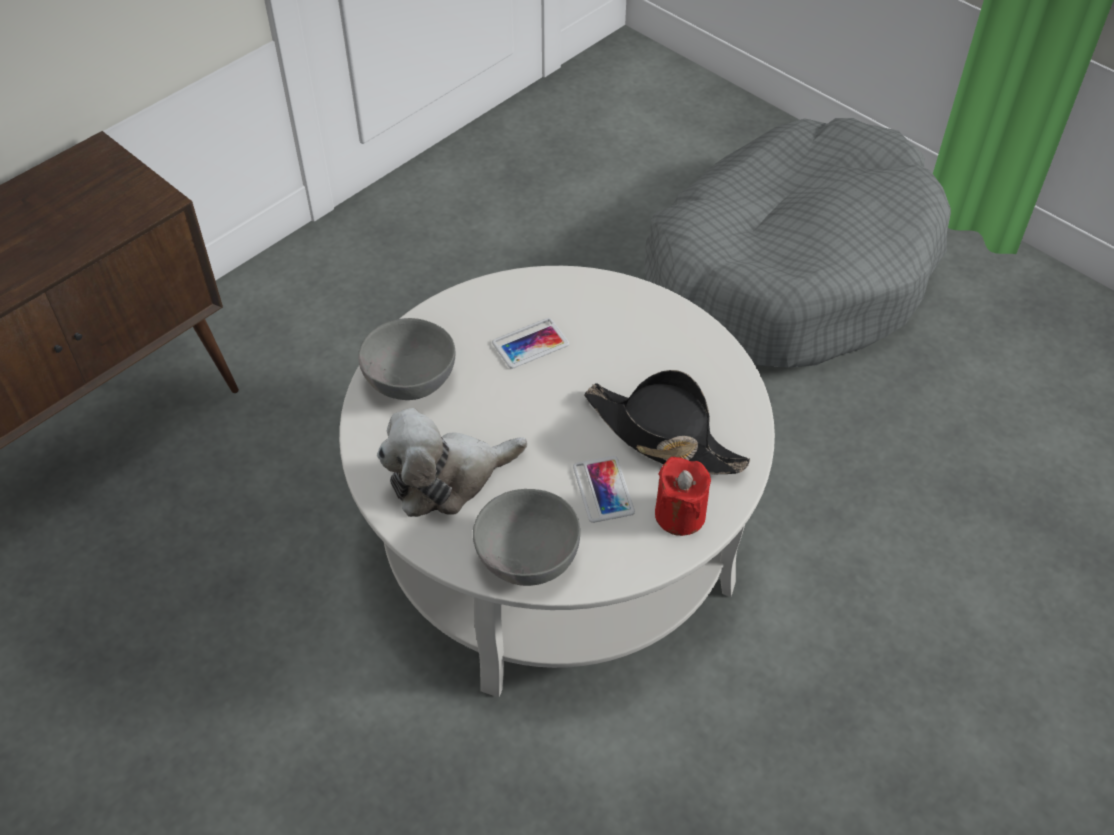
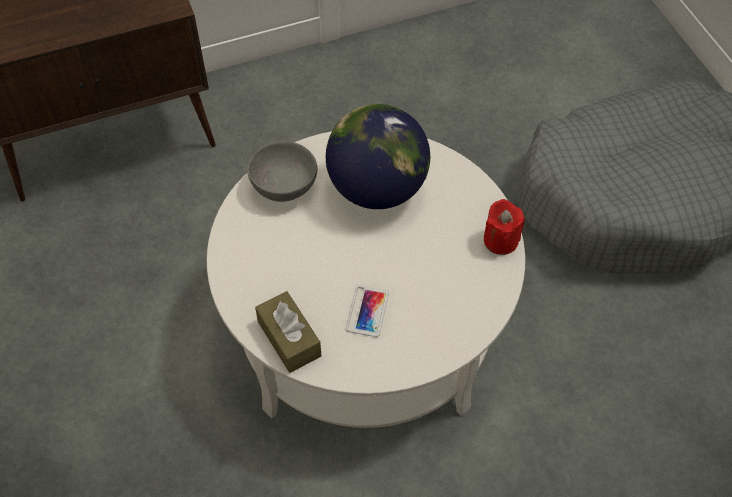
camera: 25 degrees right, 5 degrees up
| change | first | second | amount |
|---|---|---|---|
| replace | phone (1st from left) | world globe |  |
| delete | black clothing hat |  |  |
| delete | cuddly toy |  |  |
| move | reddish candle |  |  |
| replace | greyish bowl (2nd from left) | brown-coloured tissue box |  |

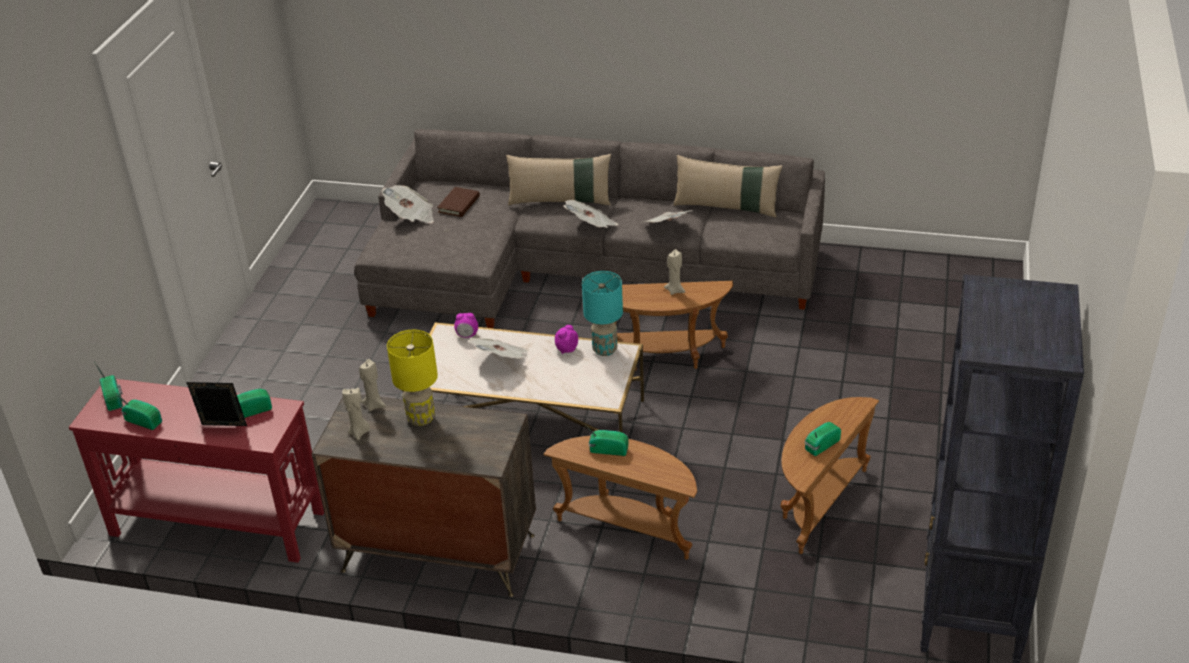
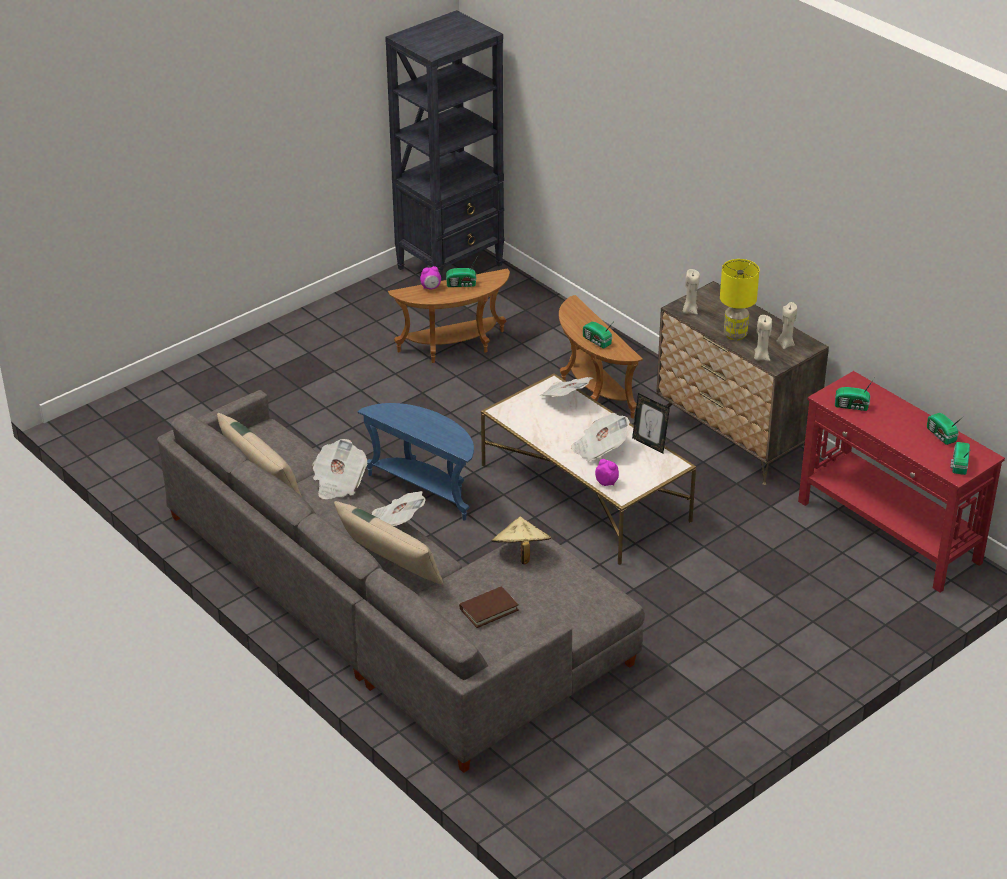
camera: 145 degrees left, 0 degrees up
| change | first | second | amount |
|---|---|---|---|
| move | daily paper (1st from left in the first image) | daily paper (3rd from left) |  |
| move | beige-coloured candle (3rd from left in the first image) | beige-coloured candle (1st from left) |  |
| delete | blue-green tabletop lamp |  |  |
| recolor | brown-coloured side table (2nd from left) | bluish side table |  |
| move | bedside clock (2nd from left in the first image) | bedside clock (1st from left) |  |
| move | standing frame |  |  |
| insert |  | beige-coloured clothing hat |  |

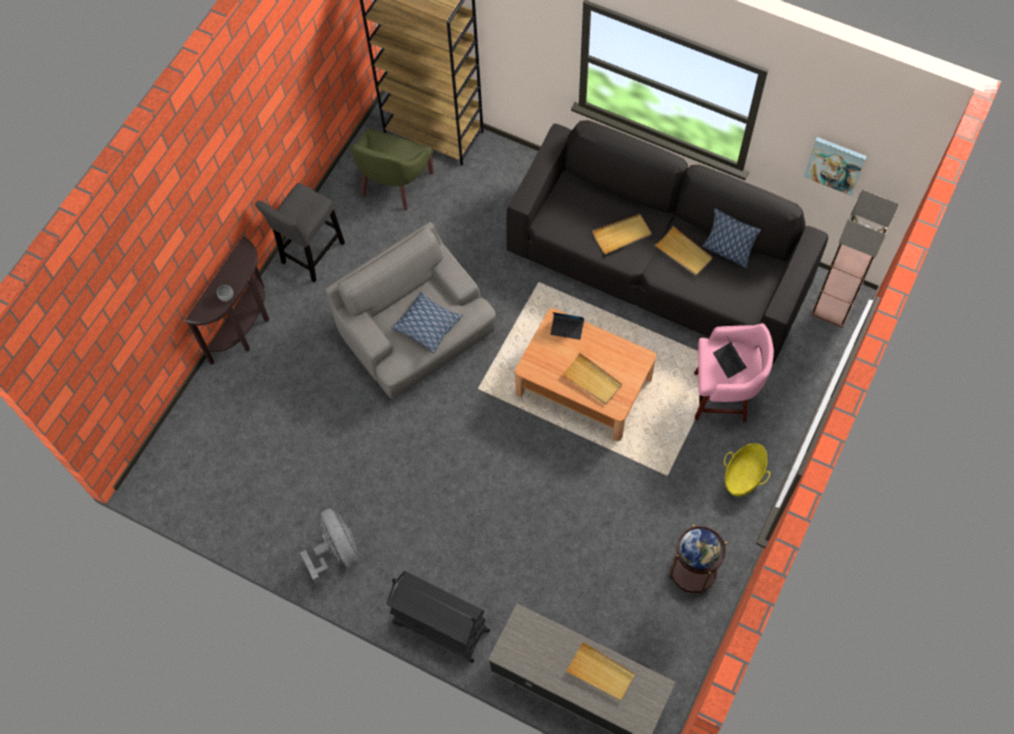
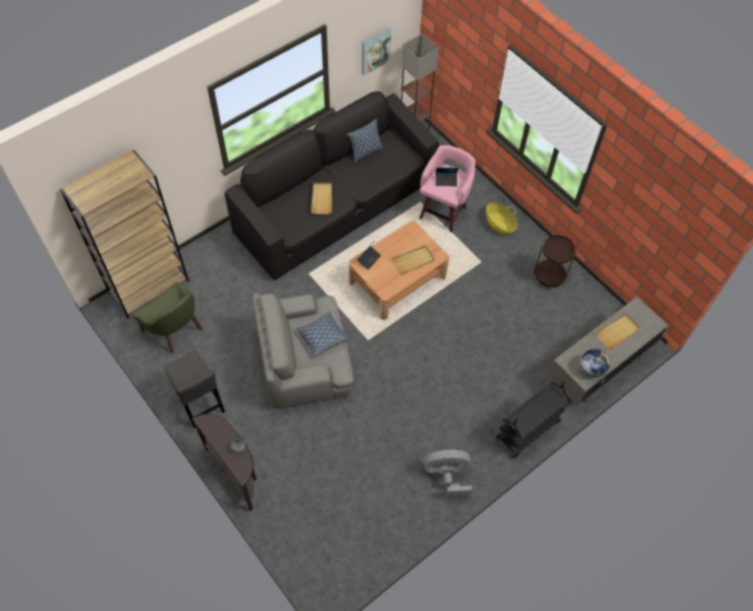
camera: 70 degrees left, 5 degrees down
| change | first | second | amount |
|---|---|---|---|
| delete | beige-coloured serving tray (4th from left) |  |  |
| move | world globe |  |  |

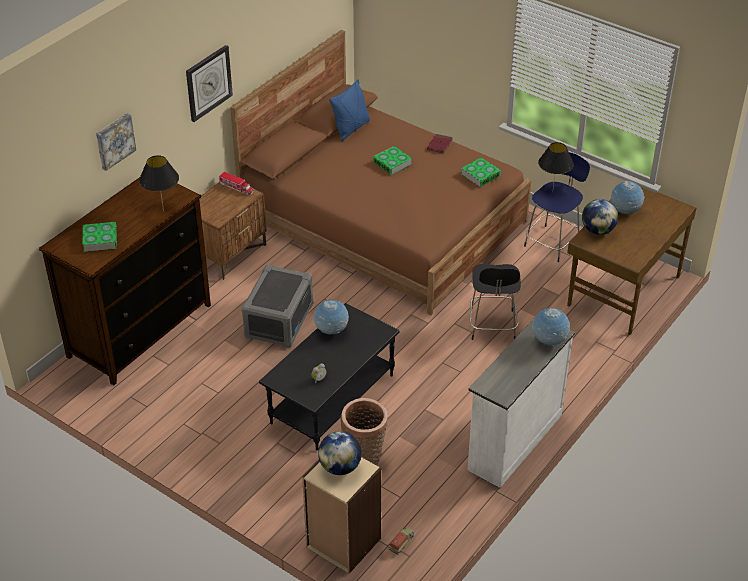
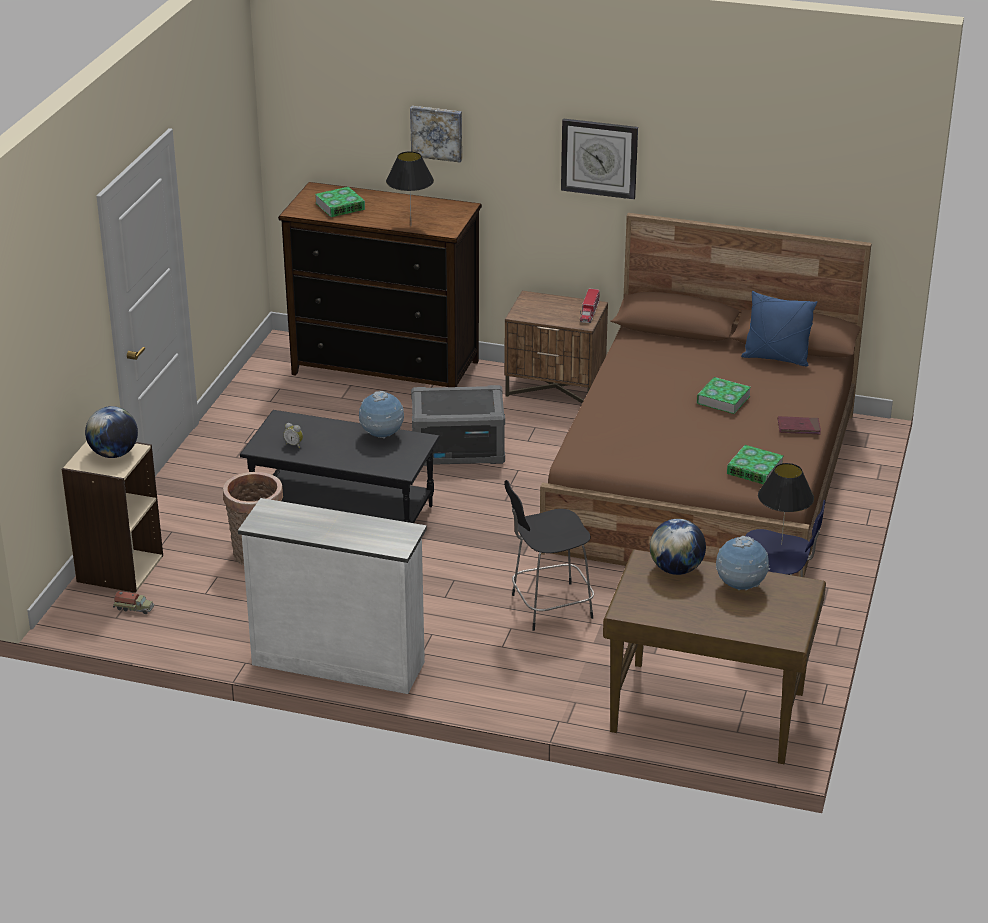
camera: 70 degrees right, 10 degrees down
| change | first | second | amount |
|---|---|---|---|
| delete | world globe (3rd from left) |  |  |

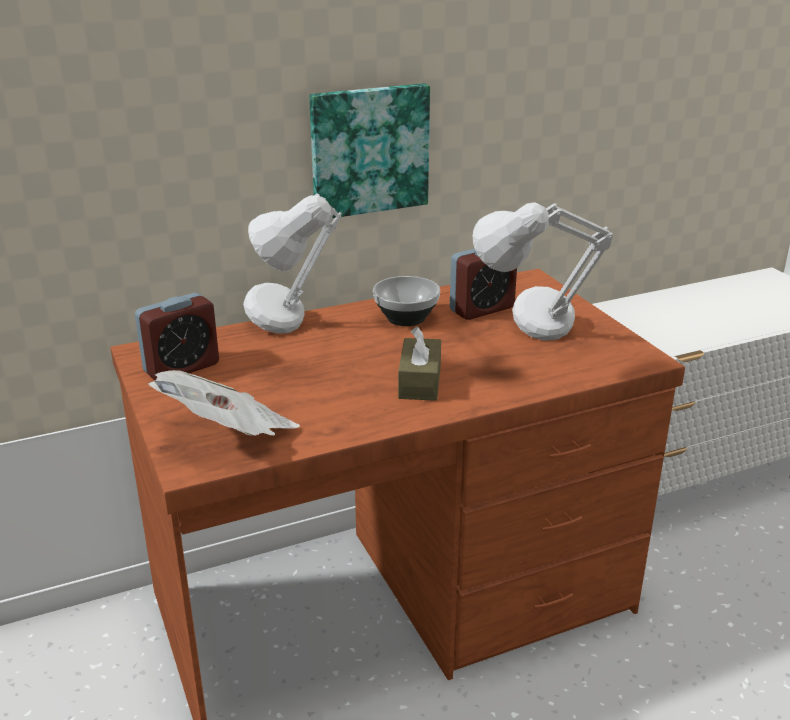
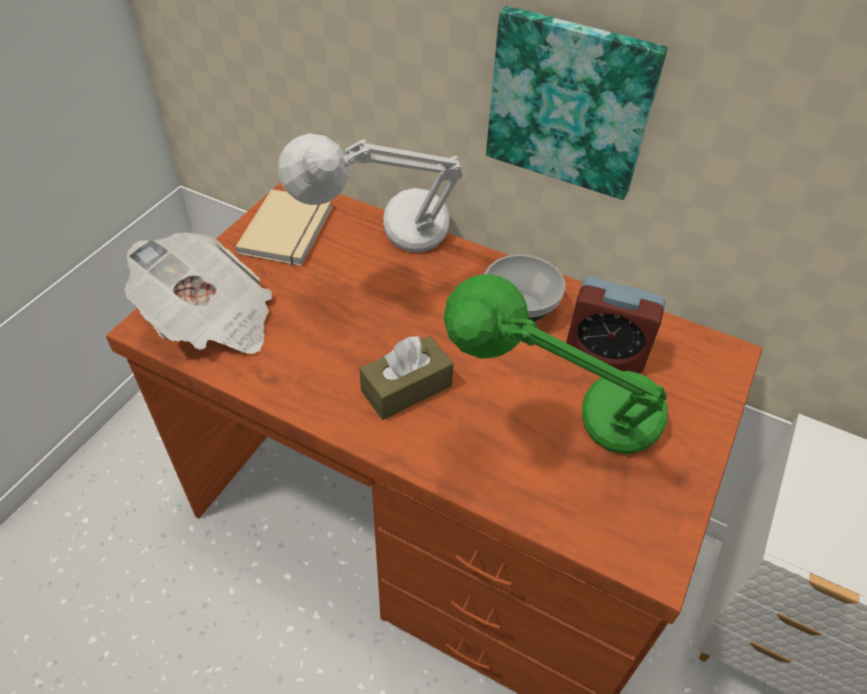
camera: 50 degrees right, 20 degrees up
| change | first | second | amount |
|---|---|---|---|
| recolor | greyish tabletop lamp (2nd from left) | greenish tabletop lamp |  |
| replace | bedside clock (1st from left) | beige-coloured book |  |

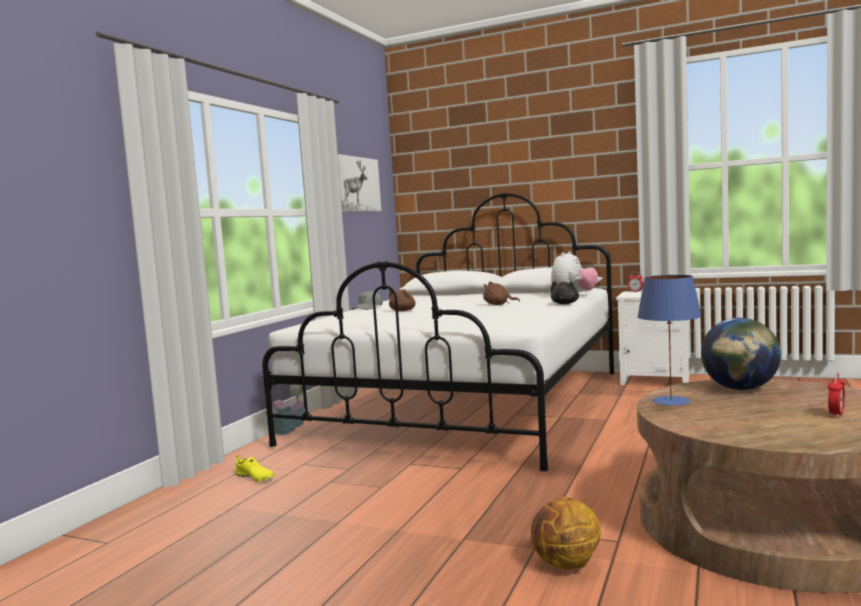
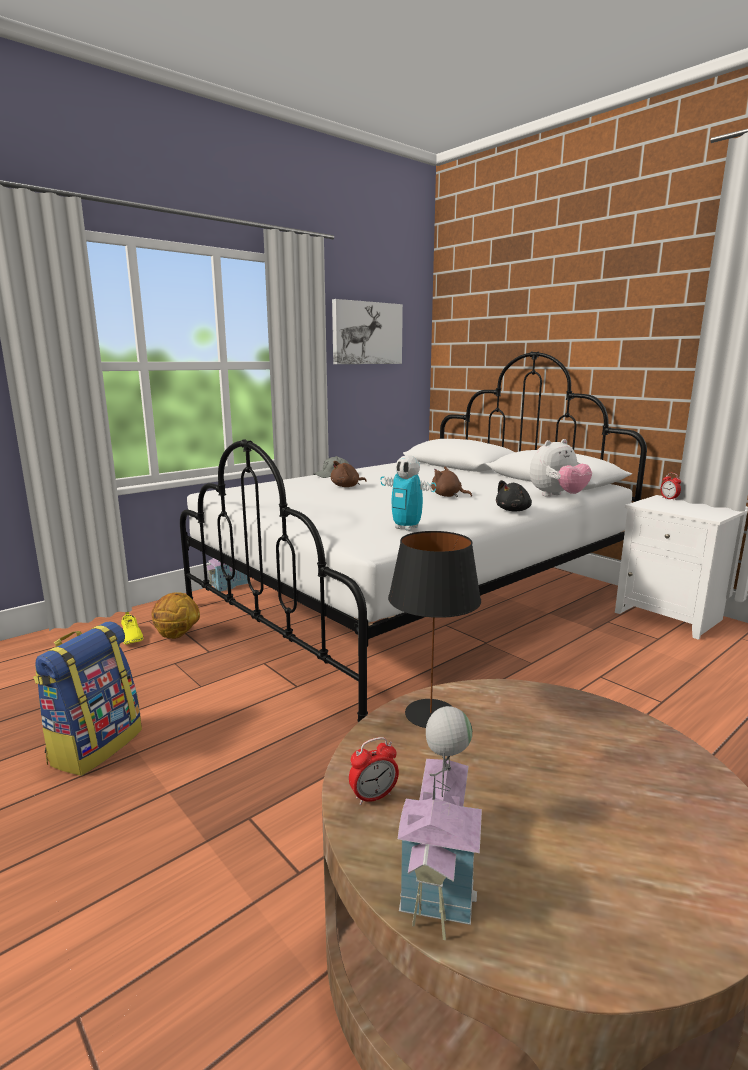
camera: 25 degrees right, 10 degrees up
| change | first | second | amount |
|---|---|---|---|
| recolor | bluish tabletop lamp | black tabletop lamp |  |
| delete | world globe |  |  |
| move | bedside clock (2nd from left in the first image) | bedside clock (1st from left) |  |
| move | basketball |  |  |
| insert |  | robot figure |  |
| insert |  | knapsack |  |
| insert |  | miniature house (2nd from left) |  |

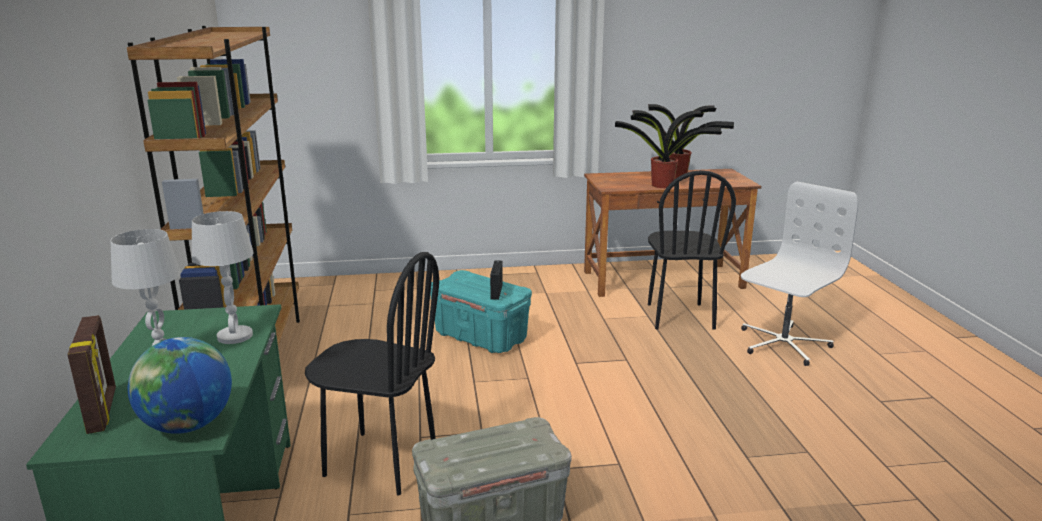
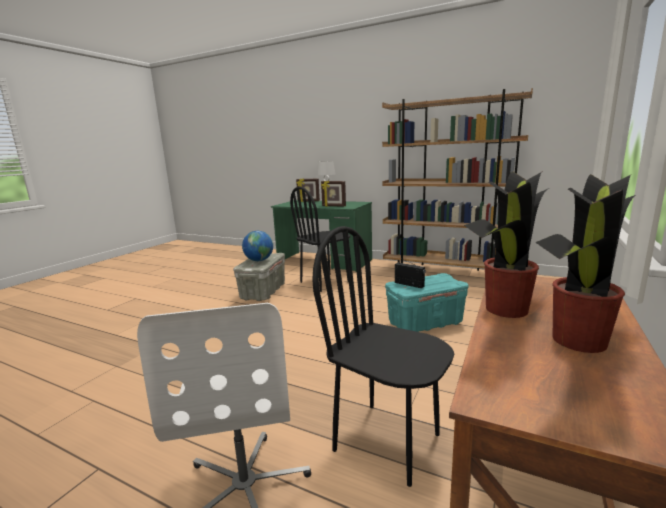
camera: 125 degrees right, 5 degrees down
| change | first | second | amount |
|---|---|---|---|
| replace | whitish tabletop lamp (2nd from left) | standing frame (2nd from left) |  |
| move | world globe |  |  |

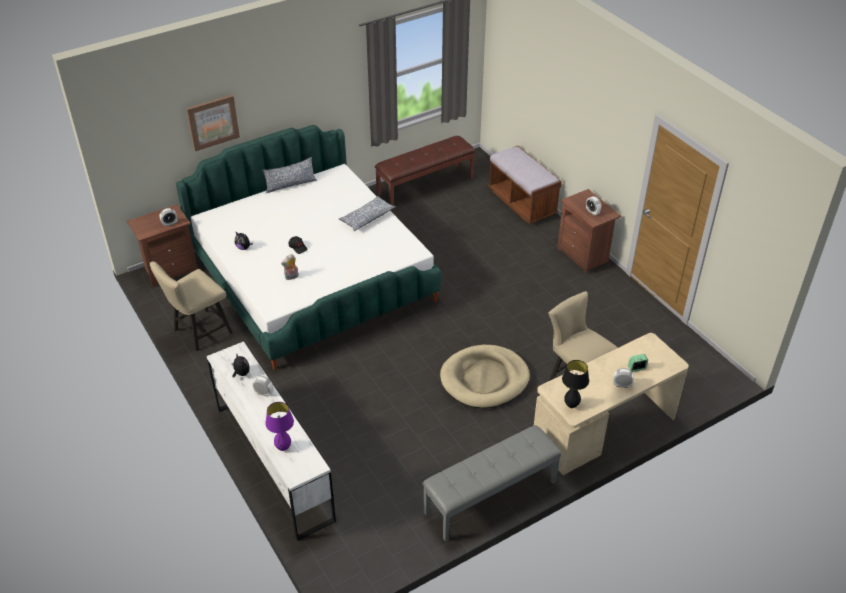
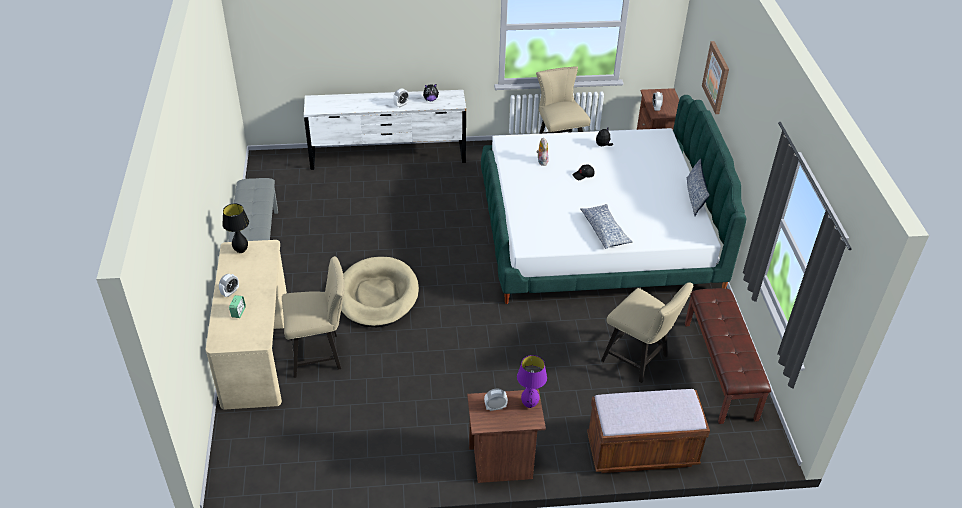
camera: 115 degrees right, 0 degrees up
| change | first | second | amount |
|---|---|---|---|
| move | purplish tabletop lamp |  |  |
| insert |  | beige-coloured chair (3rd from left) |  |

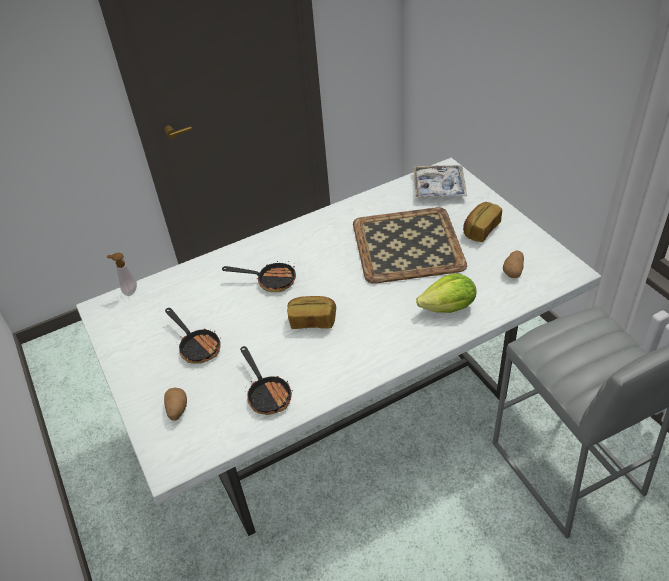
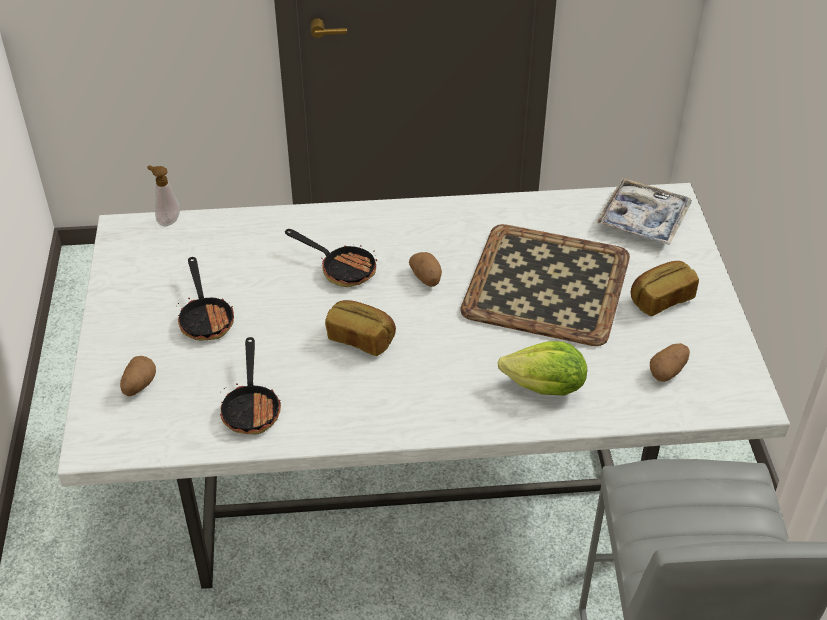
camera: 20 degrees right, 0 degrees up
| change | first | second | amount |
|---|---|---|---|
| insert |  | spud (2nd from left) |  |

